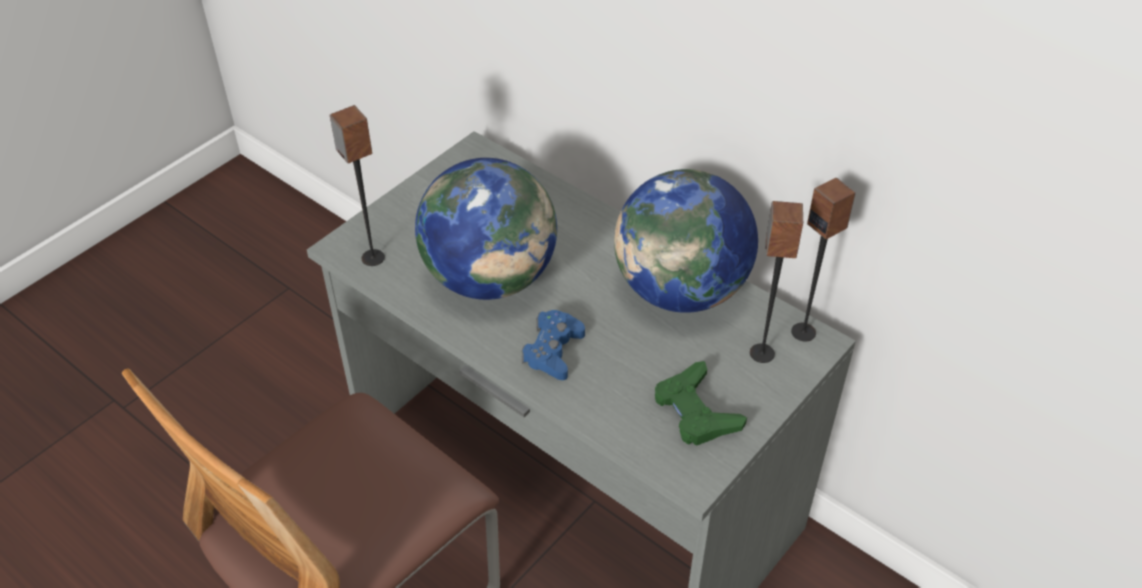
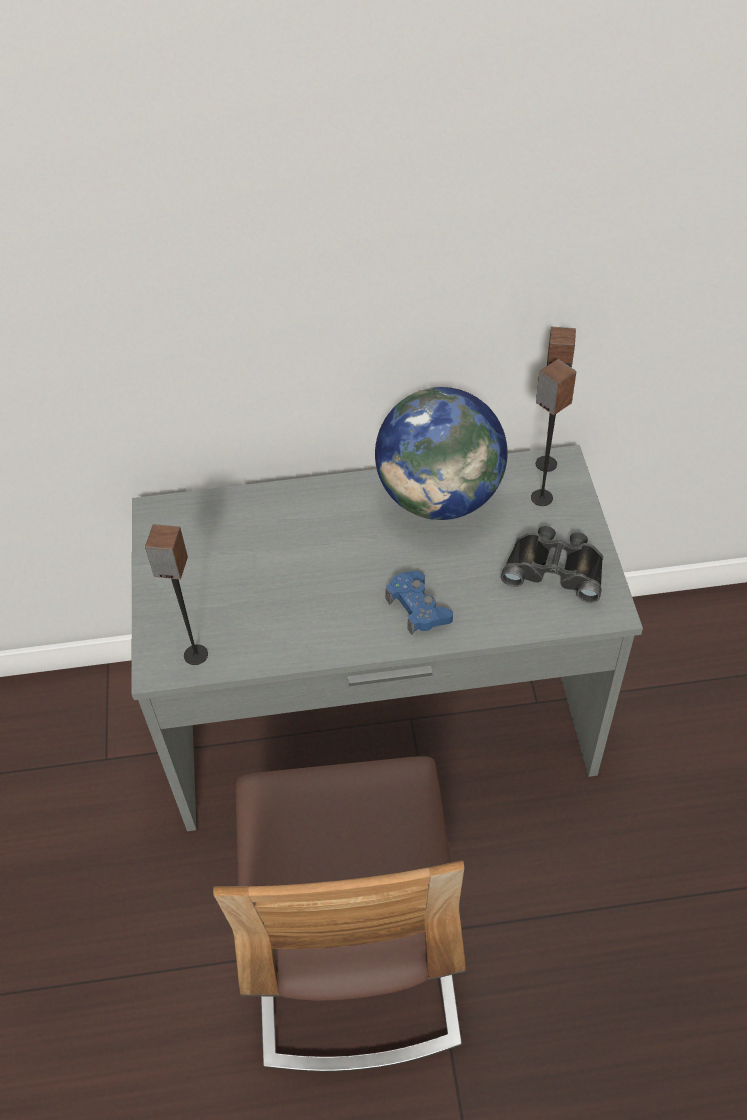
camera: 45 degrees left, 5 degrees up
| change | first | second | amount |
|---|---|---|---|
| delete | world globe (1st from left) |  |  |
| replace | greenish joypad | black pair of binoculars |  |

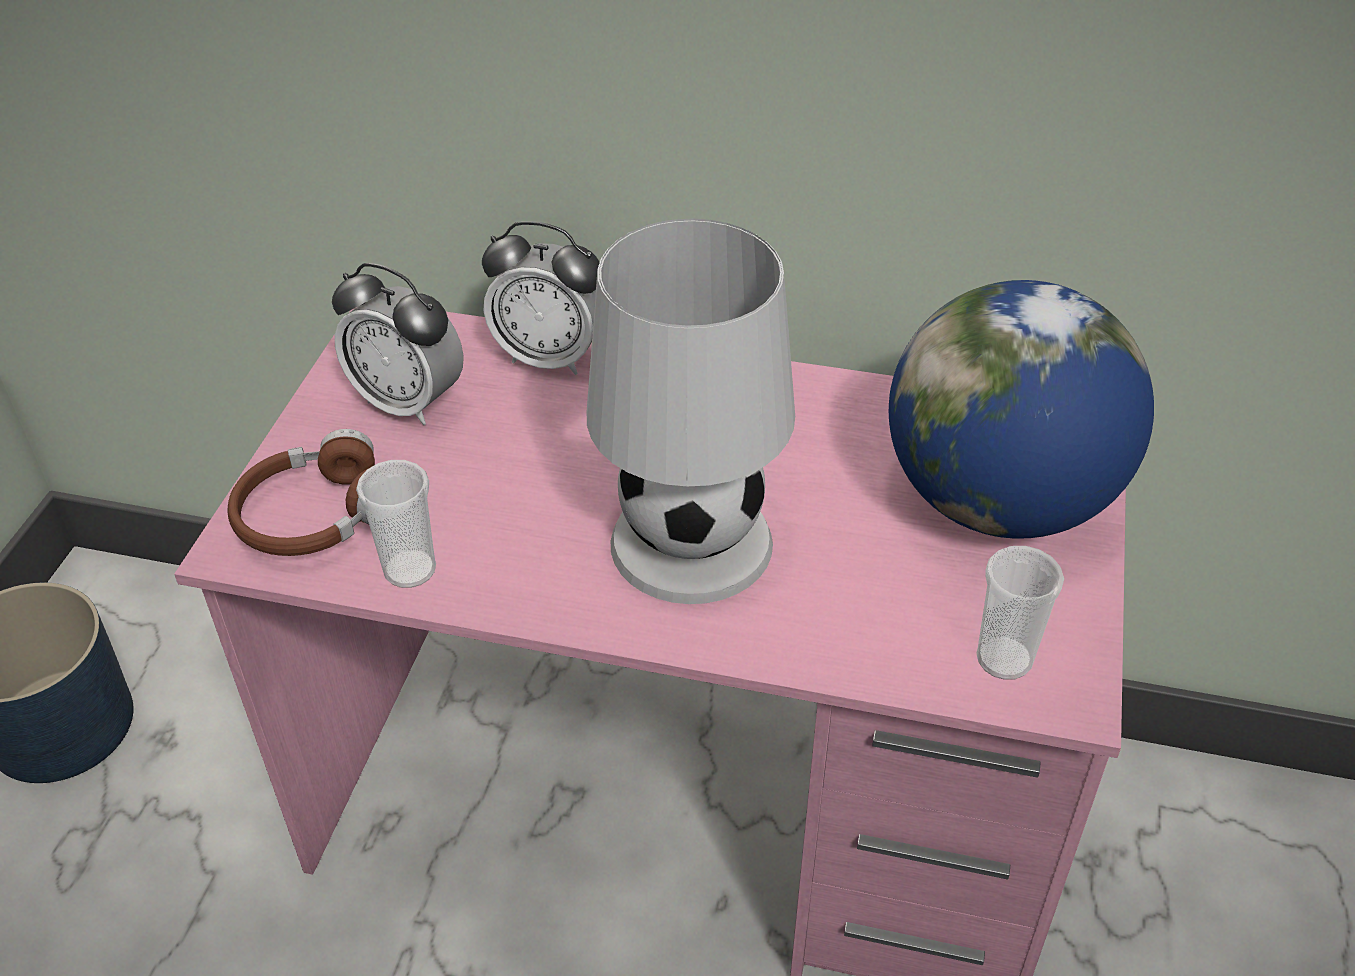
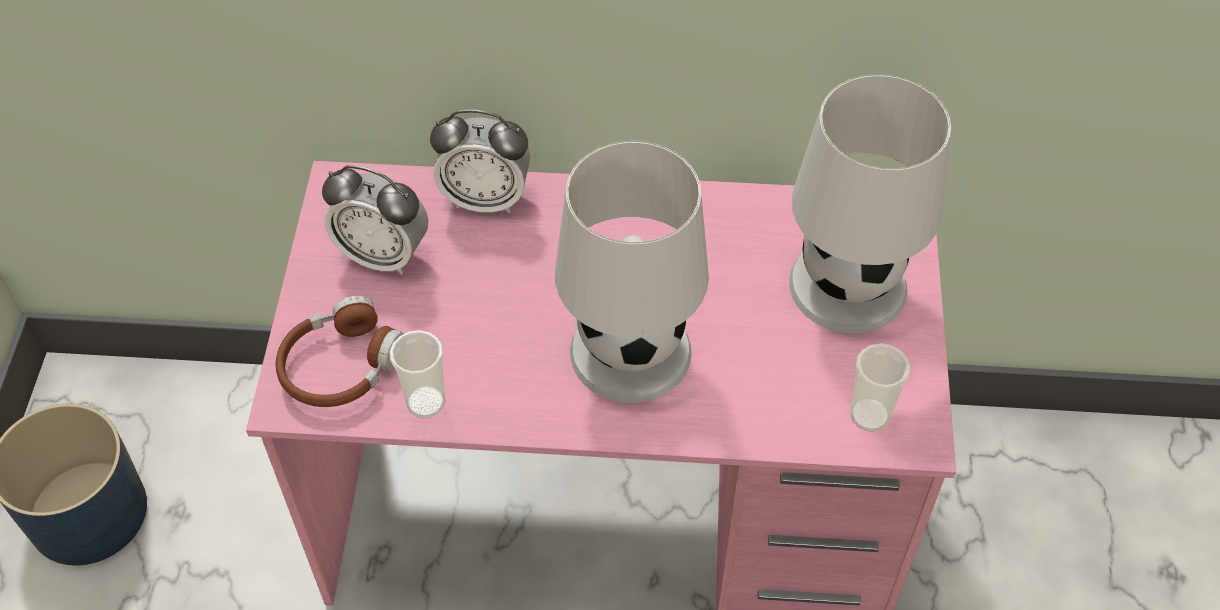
camera: 10 degrees left, 10 degrees up
| change | first | second | amount |
|---|---|---|---|
| replace | world globe | whitish tabletop lamp (2nd from left) |  |

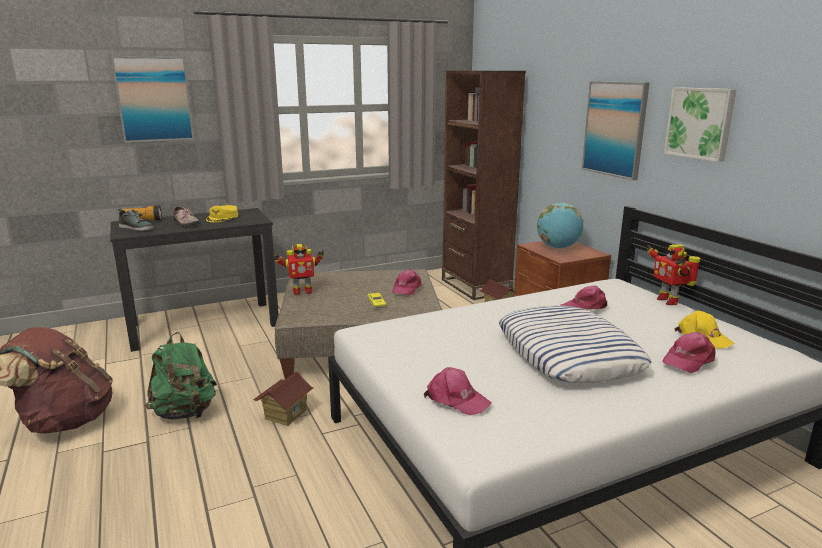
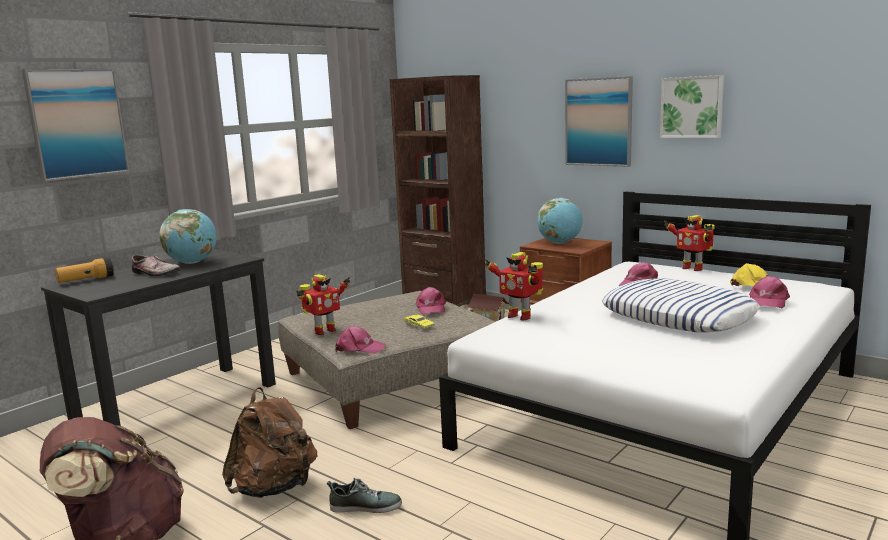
camera: 25 degrees left, 5 degrees down
| change | first | second | amount |
|---|---|---|---|
| replace | yellow peaked cap (1st from left) | world globe (1st from left) |  |
| move | low shoe (1st from left in the first image) | low shoe (2nd from left) |  |
| recolor | greenish knapsack | brown-coloured knapsack (2nd from left) |  |
| move | pink peaked cap (2nd from left in the first image) | pink peaked cap (1st from left) |  |
| delete | miniature house (1st from left) |  |  |
| insert |  | robot figure (2nd from left) |  |

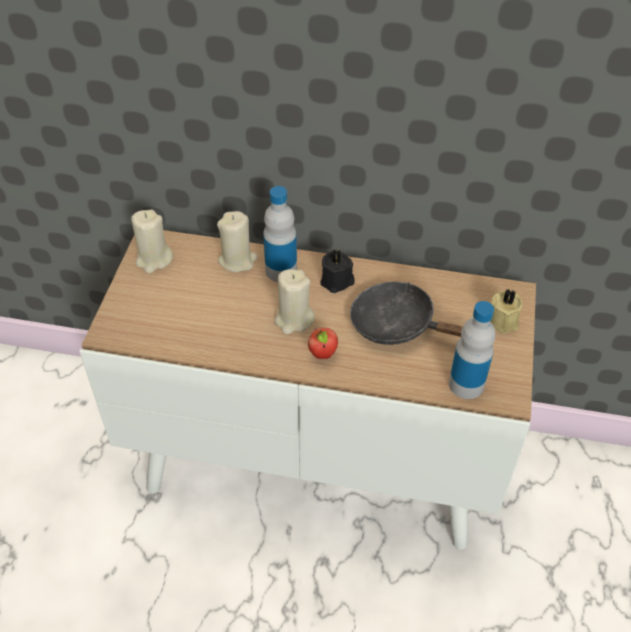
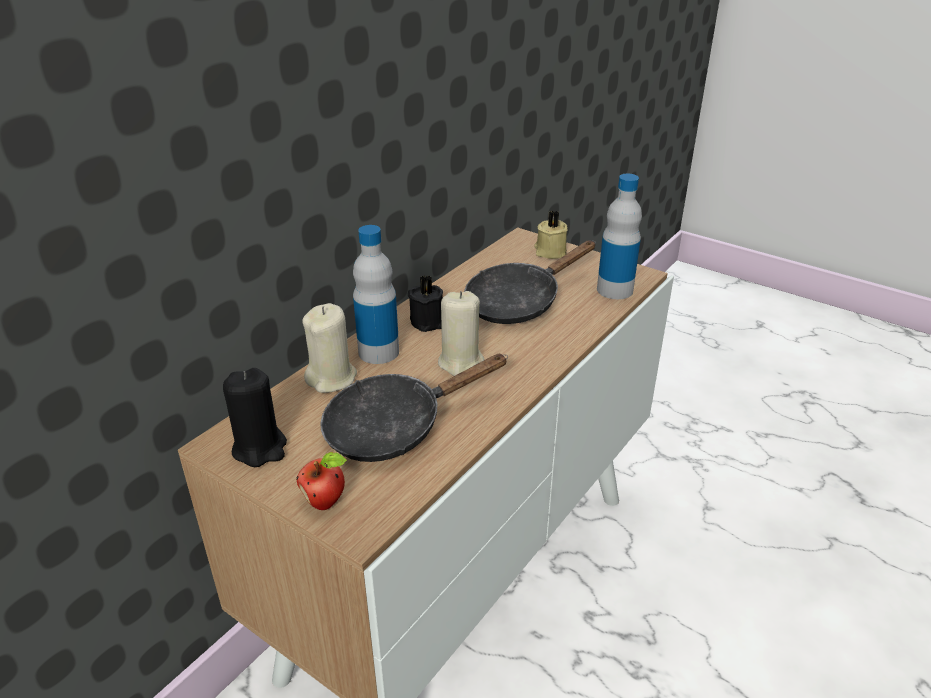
camera: 65 degrees left, 15 degrees down
| change | first | second | amount |
|---|---|---|---|
| recolor | beige-coloured candle (1st from left) | black candle (1st from left) |  |
| move | apple |  |  |
| insert |  | black frying pan (1st from left) |  |

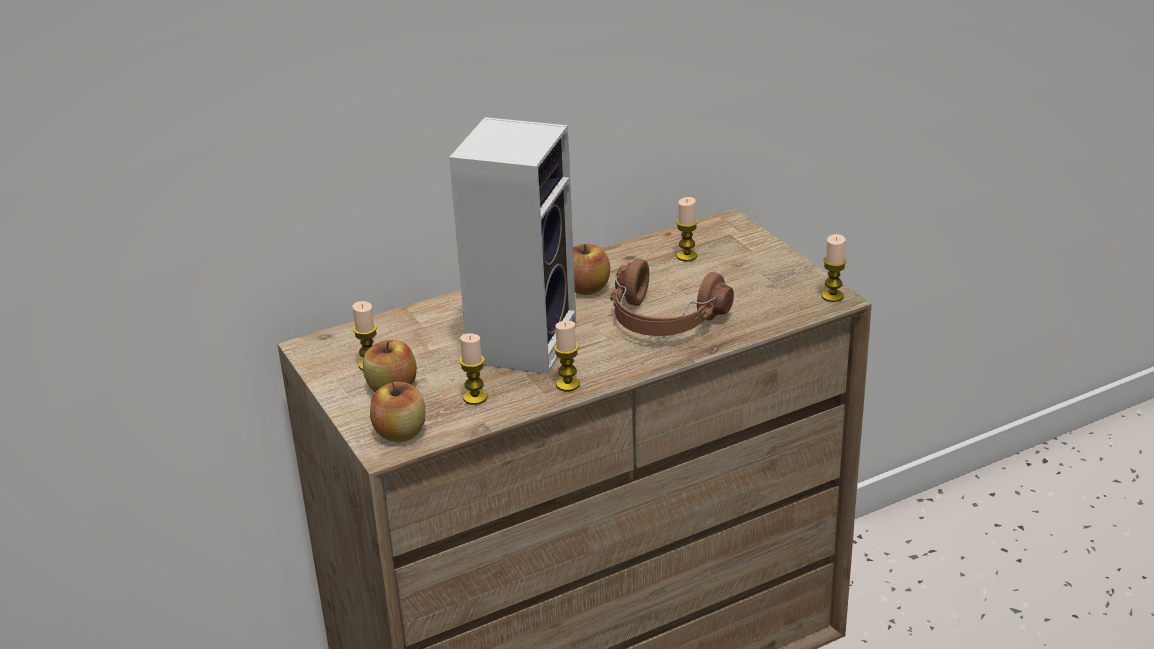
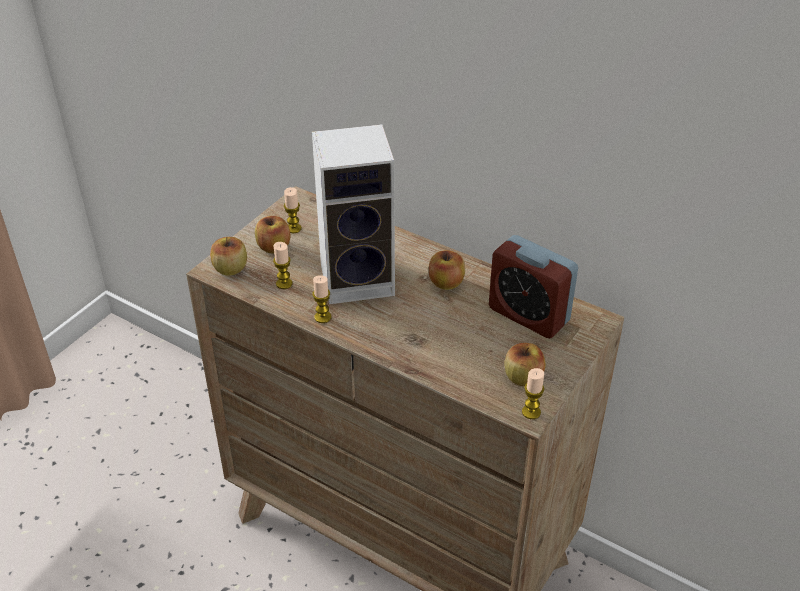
camera: 60 degrees right, 10 degrees up
| change | first | second | amount |
|---|---|---|---|
| replace | candle (4th from left) | bedside clock |  |
| delete | brown-coloured pair of headphones |  |  |
| insert |  | apple (4th from left) |  |

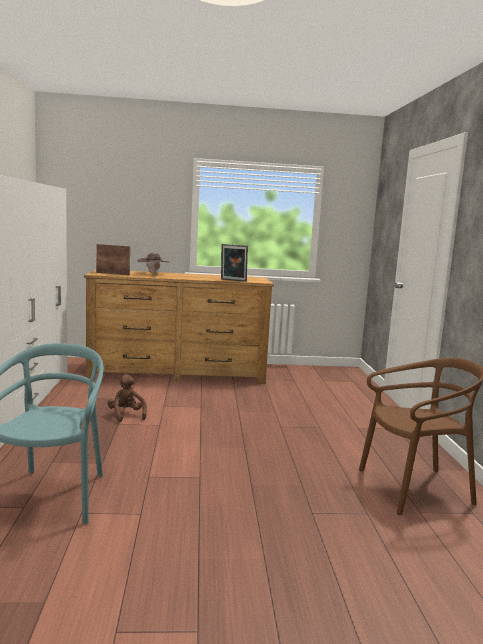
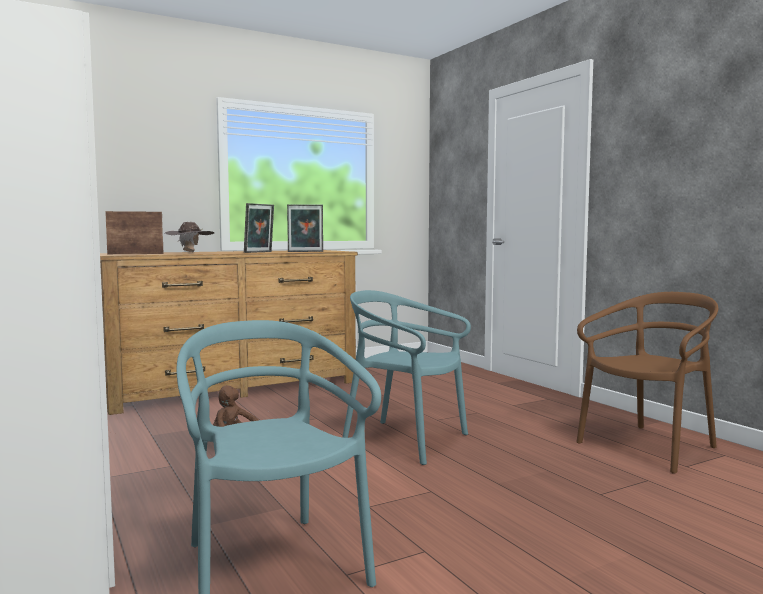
camera: 25 degrees left, 5 degrees down
| change | first | second | amount |
|---|---|---|---|
| insert |  | standing frame (2nd from left) |  |
| insert |  | blue-green chair (2nd from left) |  |

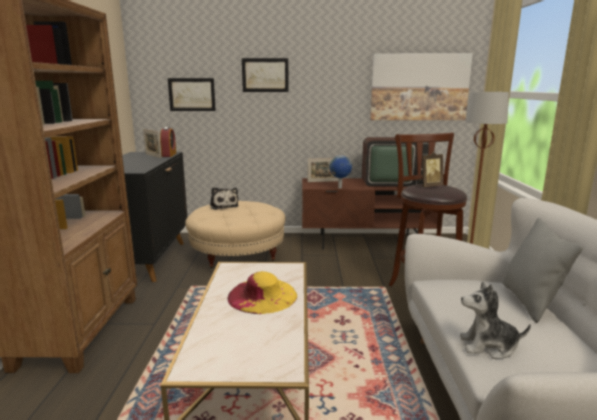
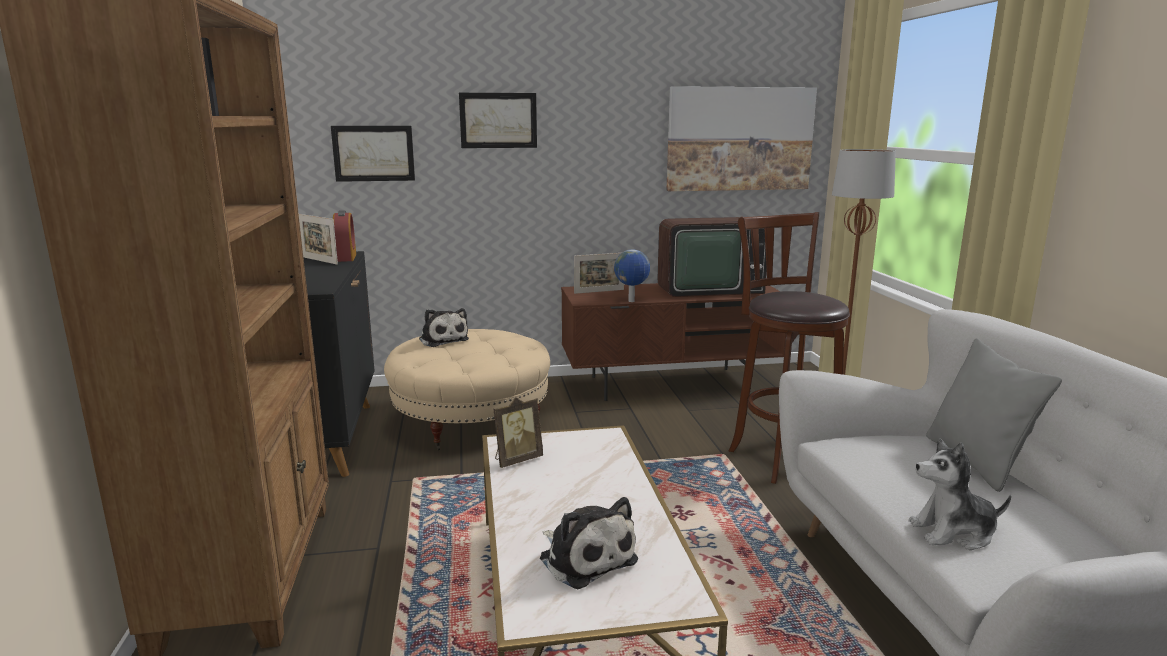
camera: 10 degrees left, 0 degrees up
| change | first | second | amount |
|---|---|---|---|
| move | standing frame (3rd from left in the first image) | standing frame (2nd from left) |  |
| delete | yellow clothing hat |  |  |
| insert |  | cuddly toy (2nd from left) |  |

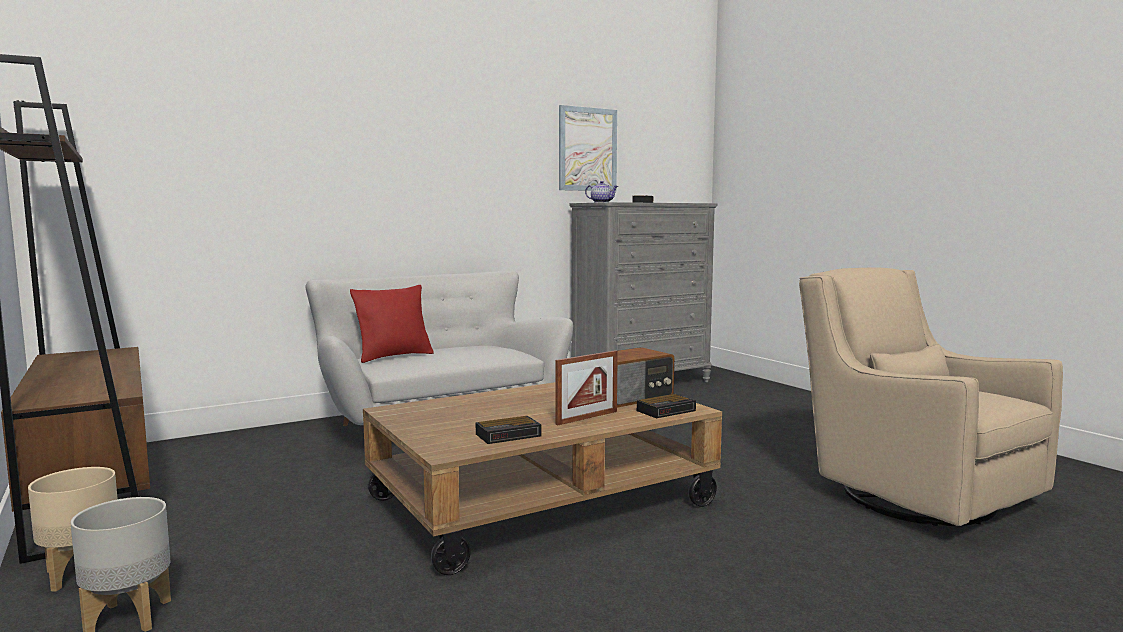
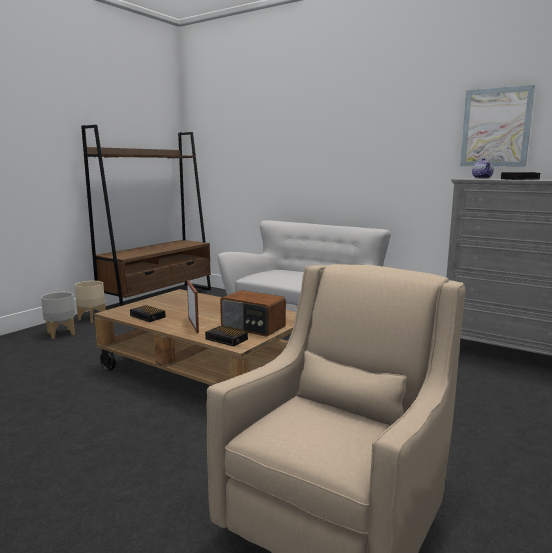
camera: 65 degrees right, 5 degrees up
| change | first | second | amount |
|---|---|---|---|
| delete | reddish cushion |  |  |
| rotate | standing frame |  | 135 degrees counterclockwise |

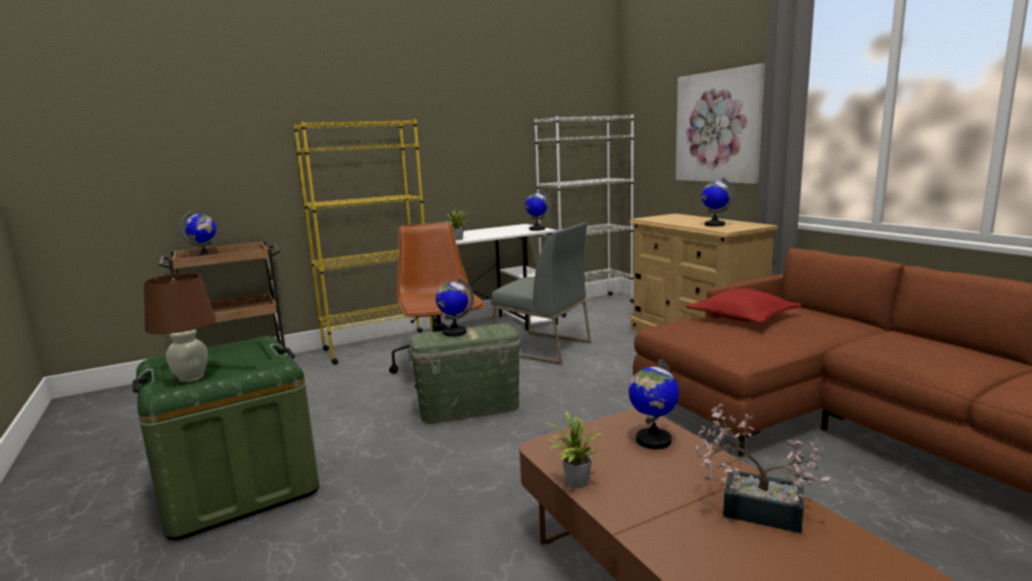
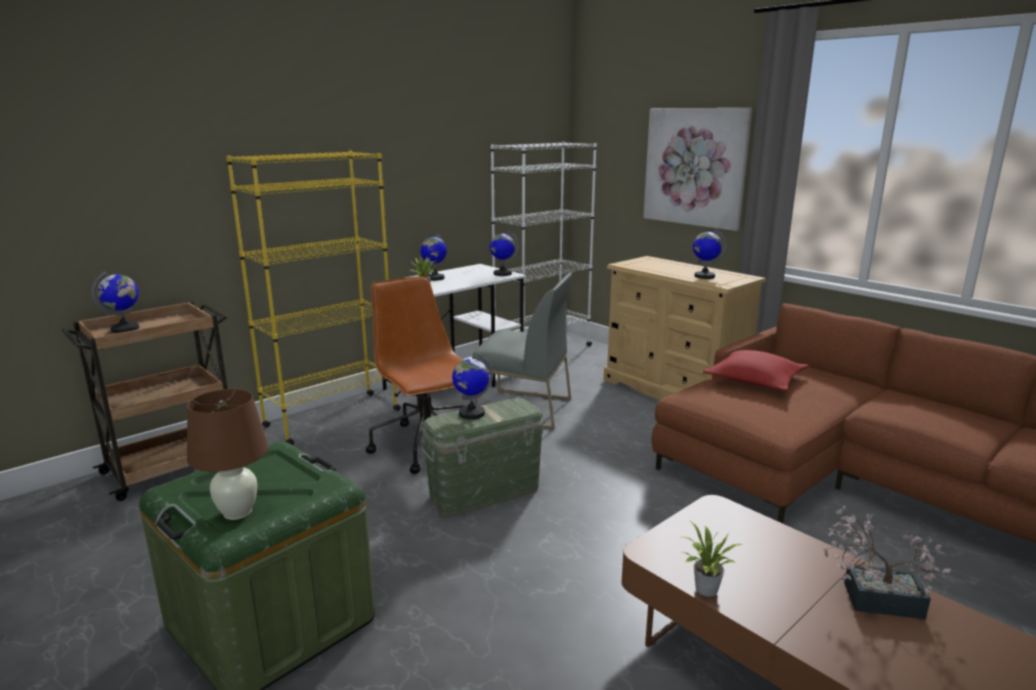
camera: 15 degrees left, 5 degrees up
| change | first | second | amount |
|---|---|---|---|
| move | world globe (4th from left in the first image) | world globe (2nd from left) |  |

